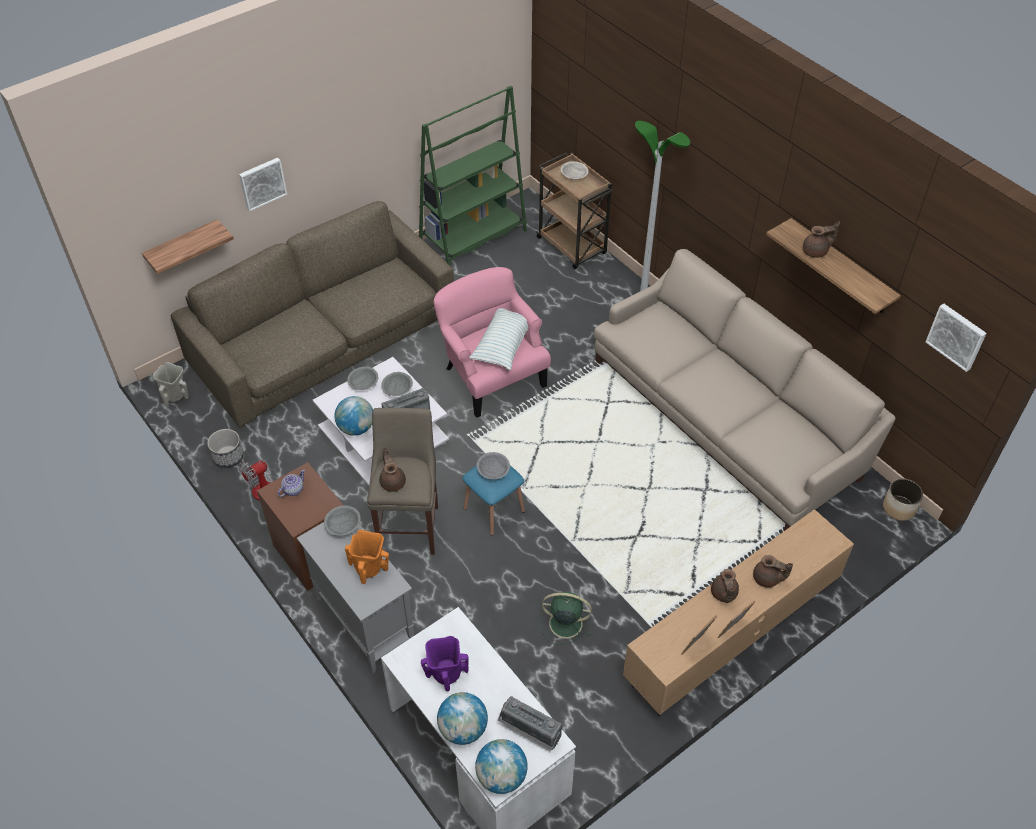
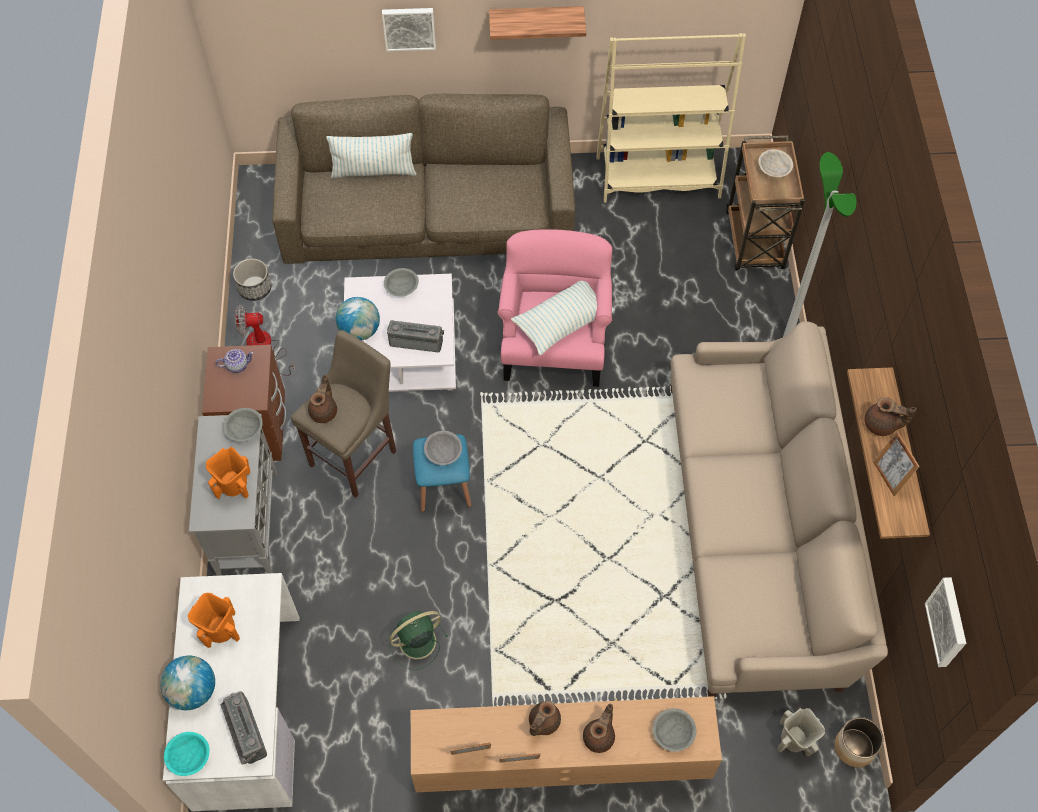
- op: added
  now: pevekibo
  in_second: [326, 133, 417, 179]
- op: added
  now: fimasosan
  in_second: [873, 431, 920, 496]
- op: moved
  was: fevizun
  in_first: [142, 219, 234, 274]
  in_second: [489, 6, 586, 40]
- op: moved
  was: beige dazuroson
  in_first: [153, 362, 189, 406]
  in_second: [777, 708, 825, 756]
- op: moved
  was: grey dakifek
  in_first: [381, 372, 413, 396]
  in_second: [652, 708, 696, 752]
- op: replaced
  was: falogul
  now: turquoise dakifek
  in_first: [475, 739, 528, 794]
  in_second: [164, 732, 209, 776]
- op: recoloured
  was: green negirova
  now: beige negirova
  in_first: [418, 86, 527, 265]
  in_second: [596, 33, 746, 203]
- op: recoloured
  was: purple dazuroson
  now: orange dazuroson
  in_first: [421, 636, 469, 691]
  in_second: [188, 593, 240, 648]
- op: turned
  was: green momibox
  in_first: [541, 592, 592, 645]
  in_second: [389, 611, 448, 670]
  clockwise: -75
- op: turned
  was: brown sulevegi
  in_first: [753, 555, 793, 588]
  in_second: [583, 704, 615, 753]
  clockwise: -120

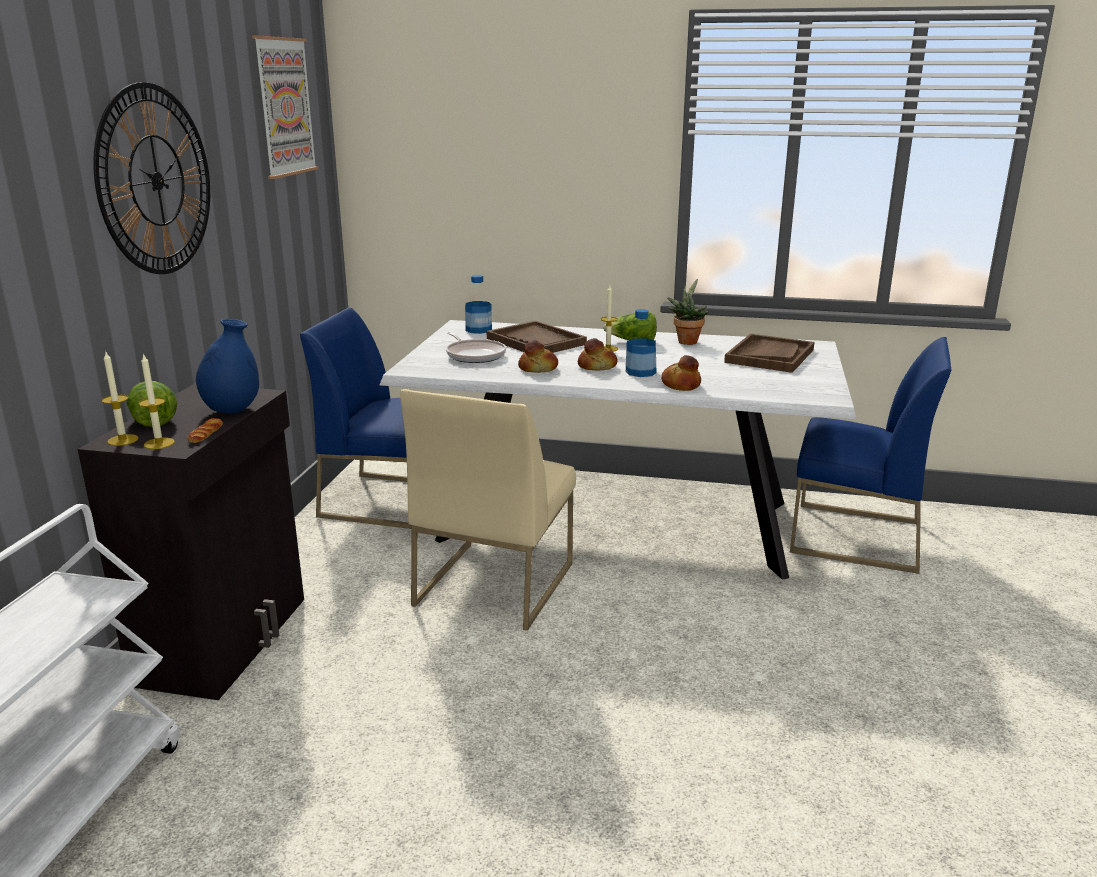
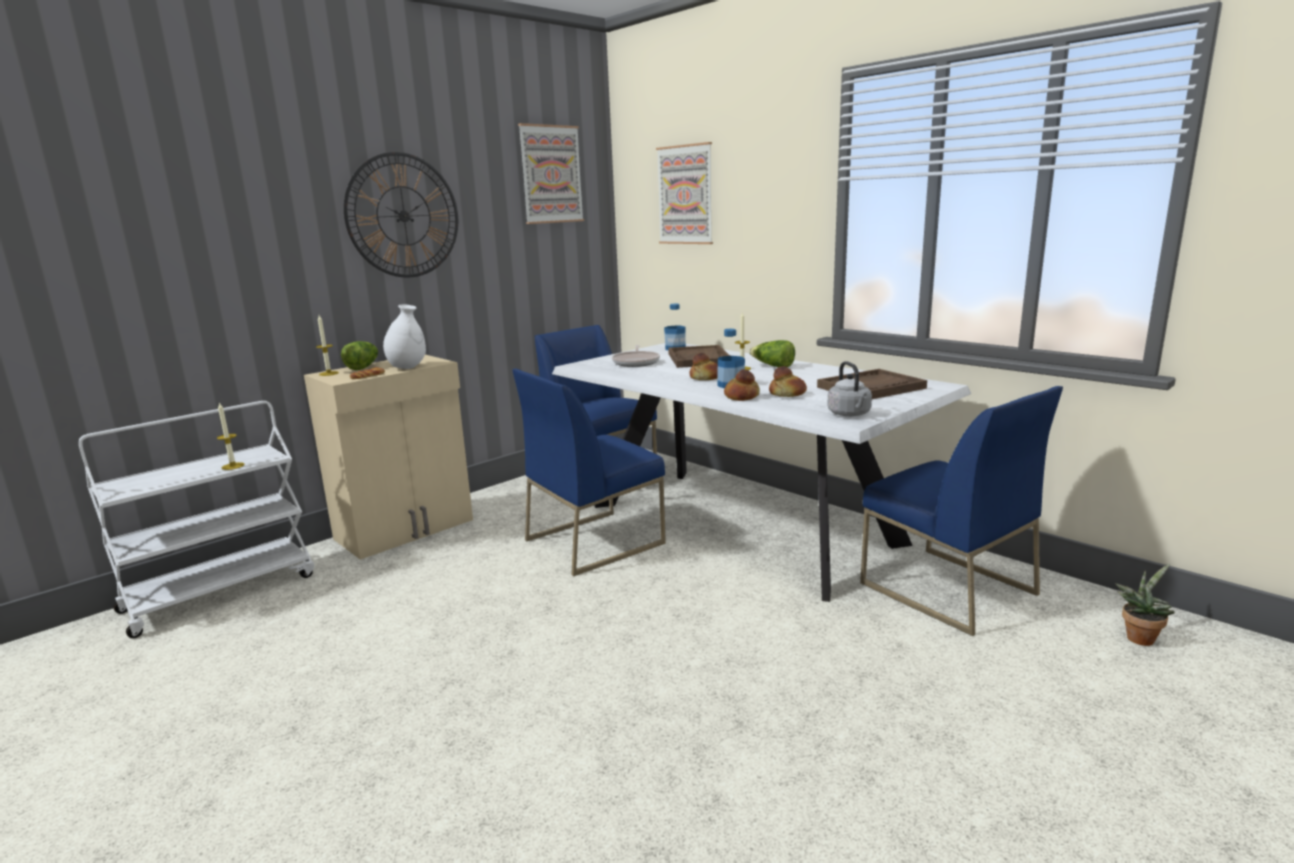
- op: added
  now: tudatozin
  in_second: [656, 142, 713, 244]
- op: added
  now: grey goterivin
  in_second: [827, 361, 872, 417]
- op: moved
  was: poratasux
  in_first: [139, 353, 175, 449]
  in_second: [217, 402, 245, 470]
- op: moved
  was: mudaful
  in_first: [518, 340, 558, 373]
  in_second: [769, 366, 807, 397]
- op: moved
  was: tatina
  in_first: [667, 279, 709, 345]
  in_second: [1115, 564, 1175, 646]
- op: recoloured
  was: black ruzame
  now: beige ruzame
  in_first: [78, 384, 304, 700]
  in_second: [304, 355, 473, 560]
- op: recoloured
  was: blue dazuroson
  now: white dazuroson
  in_first: [196, 319, 259, 413]
  in_second: [383, 304, 426, 369]
- op: recoloured
  was: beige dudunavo
  now: blue dudunavo
  in_first: [400, 389, 576, 631]
  in_second: [512, 369, 666, 576]

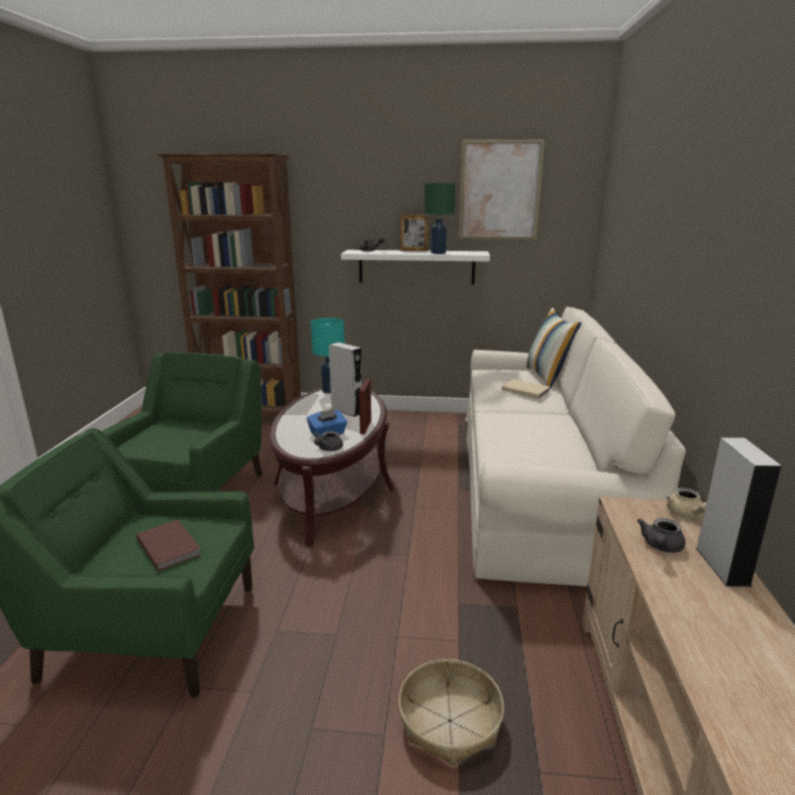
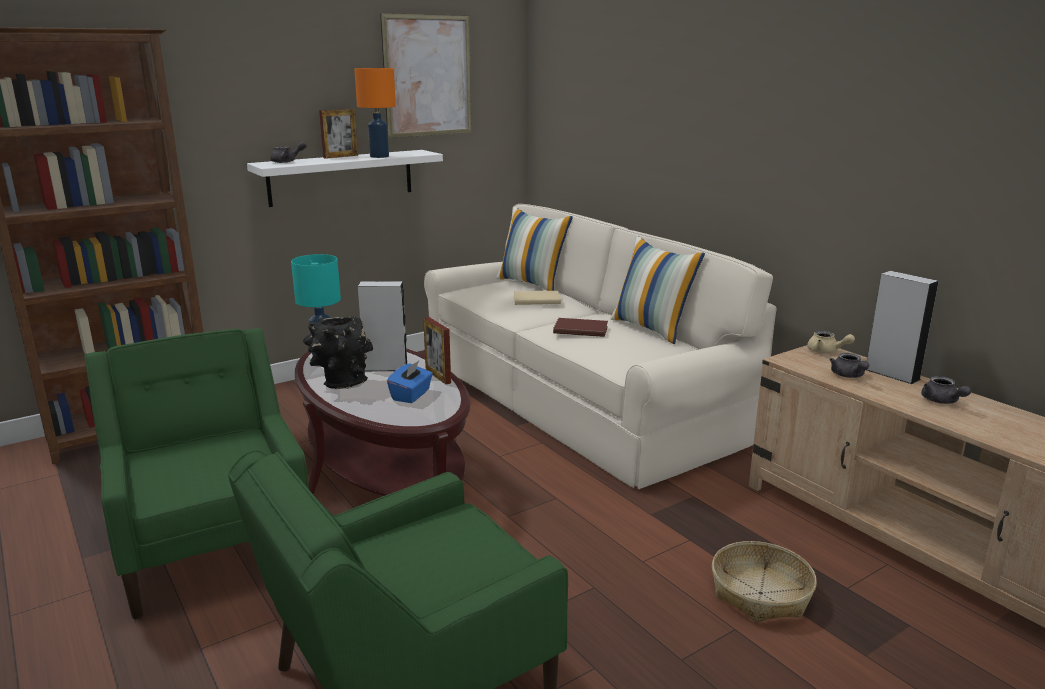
- op: added
  now: black dazuroson
  in_second: [303, 317, 373, 389]
- op: added
  now: pevekibo
  in_second: [611, 236, 705, 344]
- op: moved
  was: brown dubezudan
  in_first: [136, 520, 202, 571]
  in_second: [553, 318, 608, 337]
- op: moved
  was: grey sulevegi
  in_first: [313, 431, 343, 451]
  in_second: [921, 376, 971, 404]
- op: recoloured
  was: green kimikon
  now: orange kimikon
  in_first: [424, 183, 455, 254]
  in_second: [354, 68, 396, 158]

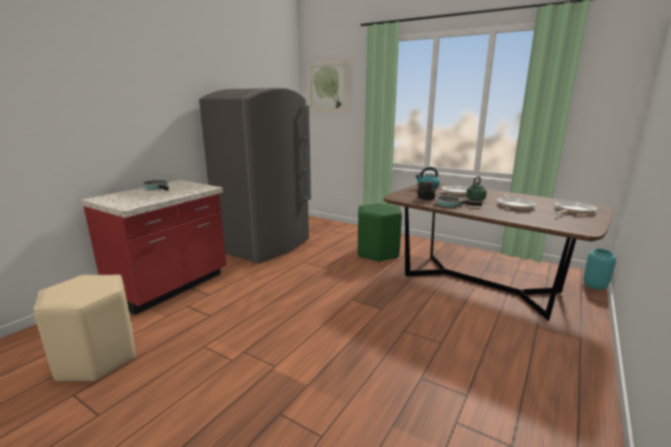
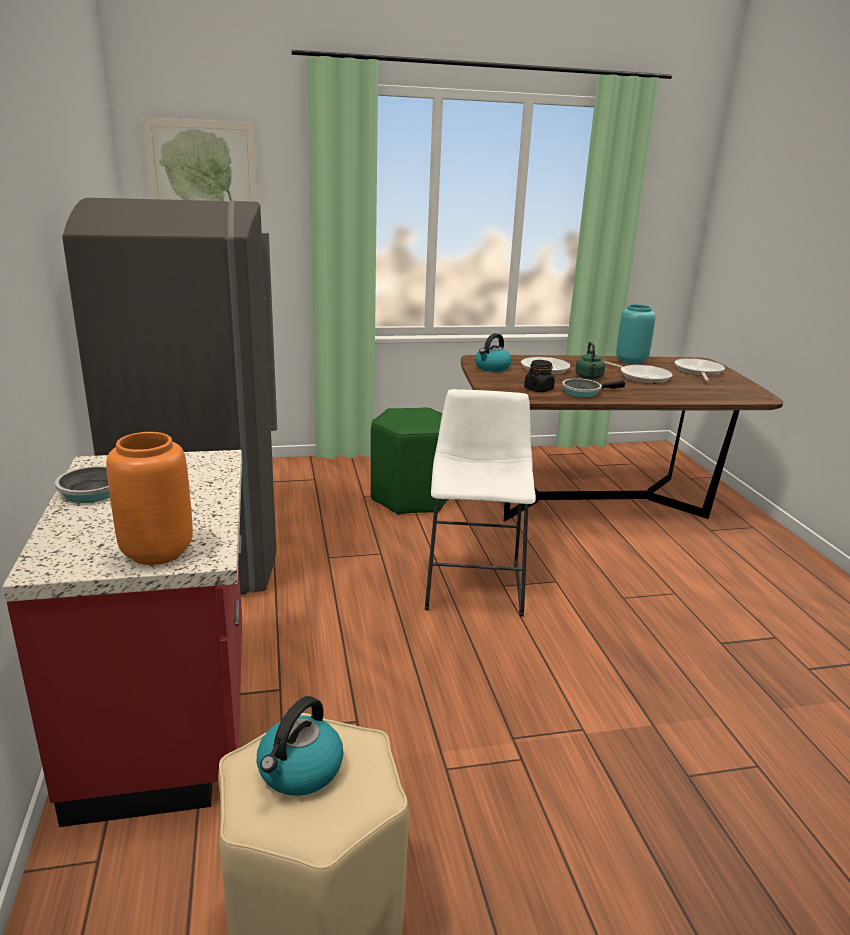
- op: added
  now: orange dazuroson
  in_second: [106, 432, 193, 565]
- op: added
  now: goterivin
  in_second: [257, 696, 343, 796]
- op: added
  now: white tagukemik
  in_second: [425, 389, 536, 617]
- op: moved
  was: turquoise dazuroson
  in_first: [583, 248, 616, 290]
  in_second: [616, 304, 655, 364]

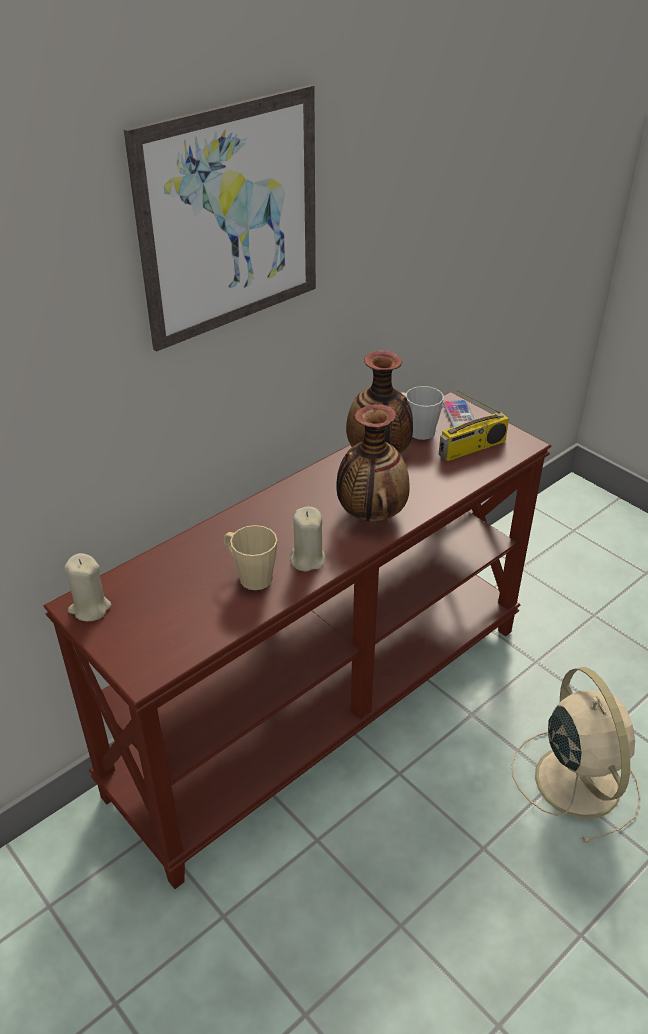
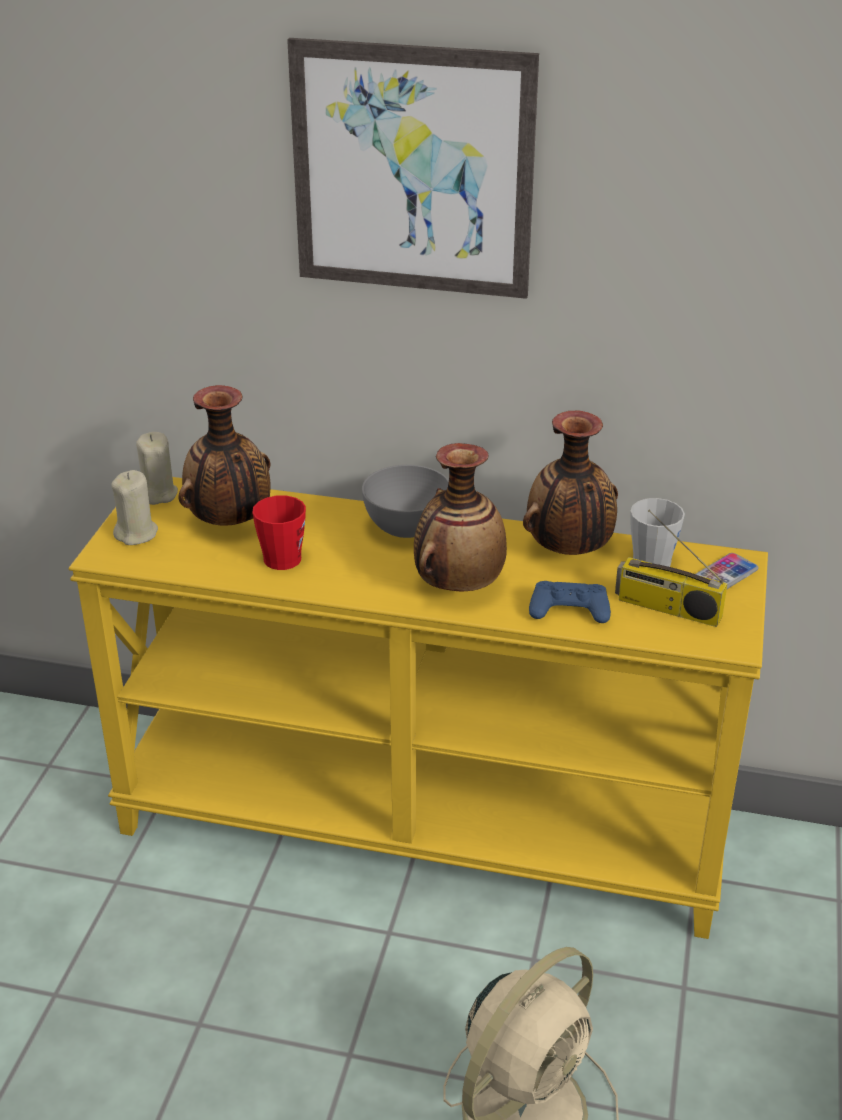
- op: added
  now: dazuroson
  in_second: [178, 385, 270, 526]
- op: added
  now: grey dakifek
  in_second: [362, 465, 449, 538]
- op: added
  now: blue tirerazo
  in_second: [529, 581, 611, 623]
- op: moved
  was: beige poratasux
  in_first: [290, 507, 325, 571]
  in_second: [111, 470, 158, 545]
- op: recoloured
  was: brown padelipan
  now: yellow padelipan
  in_first: [43, 392, 551, 889]
  in_second: [69, 477, 768, 939]
- op: recoloured
  was: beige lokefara
  now: red lokefara
  in_first: [223, 525, 277, 590]
  in_second: [252, 496, 306, 570]

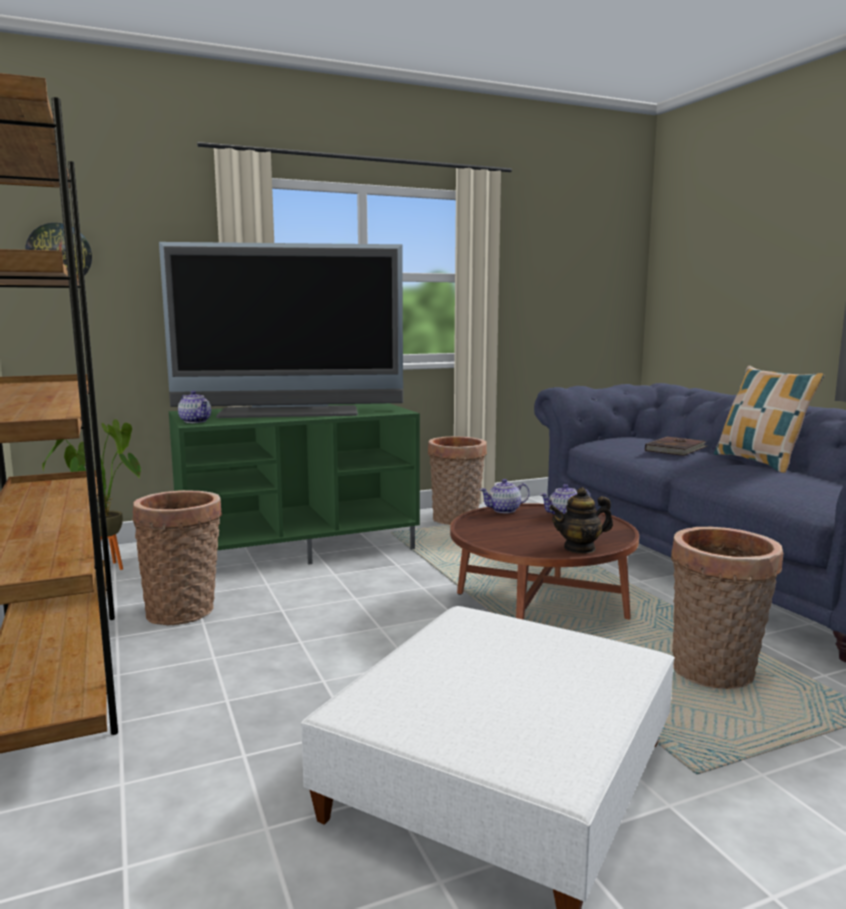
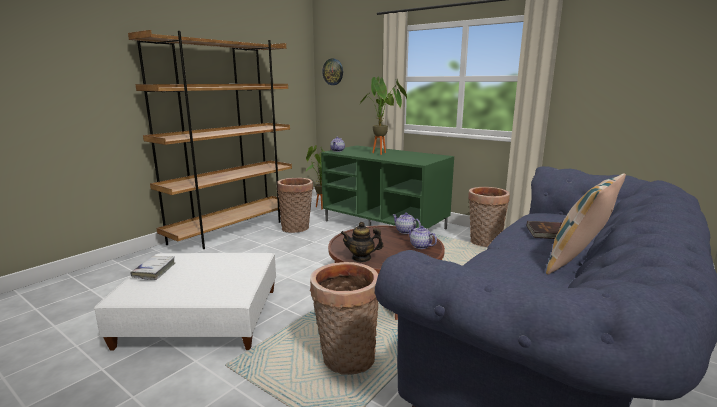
- op: added
  now: white dubezudan
  in_second: [131, 256, 175, 280]
- op: replaced
  was: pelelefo
  now: tatina
  in_first: [159, 242, 403, 418]
  in_second: [360, 77, 407, 155]
- op: turned
  was: sulevegi
  in_first: [549, 487, 613, 554]
  in_second: [341, 222, 383, 262]
  clockwise: -45

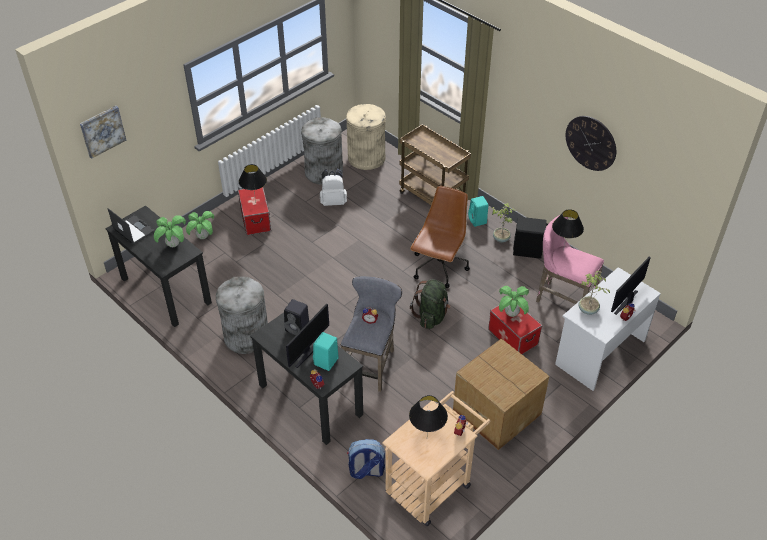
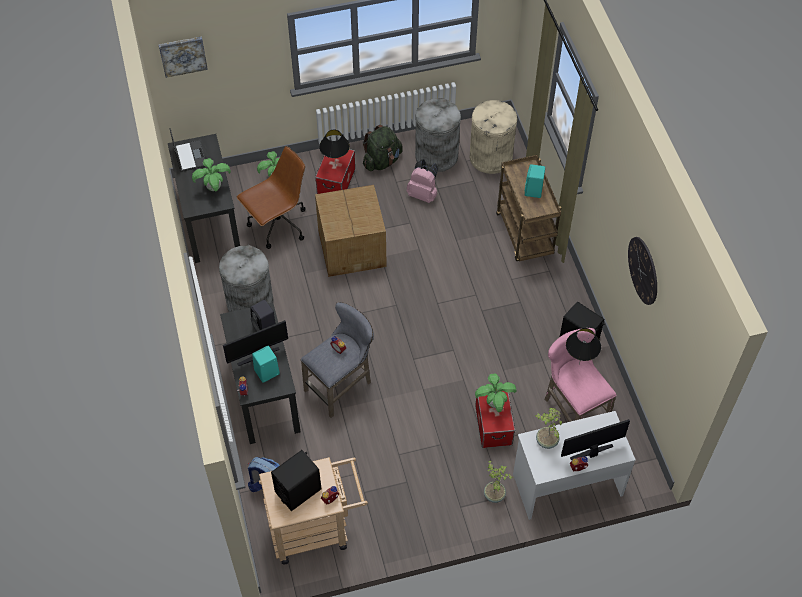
- op: moved
  was: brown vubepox
  in_first: [410, 186, 470, 288]
  in_second: [237, 146, 305, 249]
- op: moved
  was: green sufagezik
  in_first: [410, 279, 451, 329]
  in_second: [363, 125, 403, 171]
- op: moved
  was: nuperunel
  in_first: [453, 339, 549, 450]
  in_second: [315, 185, 387, 277]
- op: moved
  was: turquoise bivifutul
  in_first: [468, 196, 489, 227]
  in_second: [524, 164, 545, 198]
- op: moved
  was: tatina
  in_first: [491, 203, 516, 243]
  in_second: [484, 461, 513, 503]
- op: replaced
  was: black kimikon
  now: black bivifutul
  in_first: [409, 395, 448, 434]
  in_second: [271, 450, 322, 511]
- op: recoloured
  was: white sufagezik
  now: pink sufagezik
  in_first: [320, 168, 347, 206]
  in_second: [407, 159, 438, 203]

